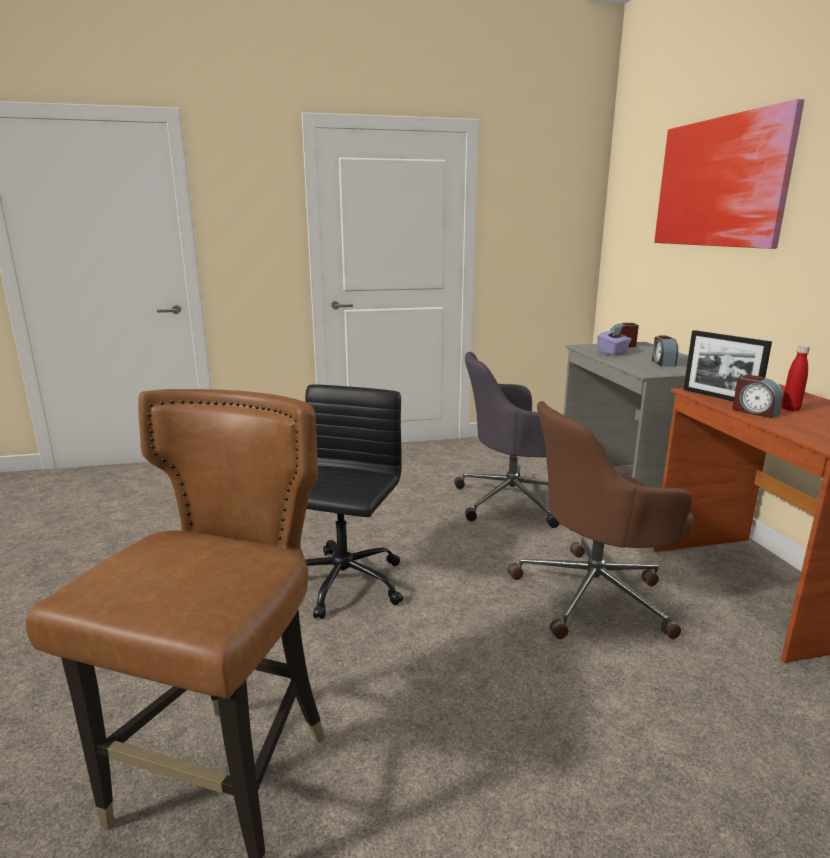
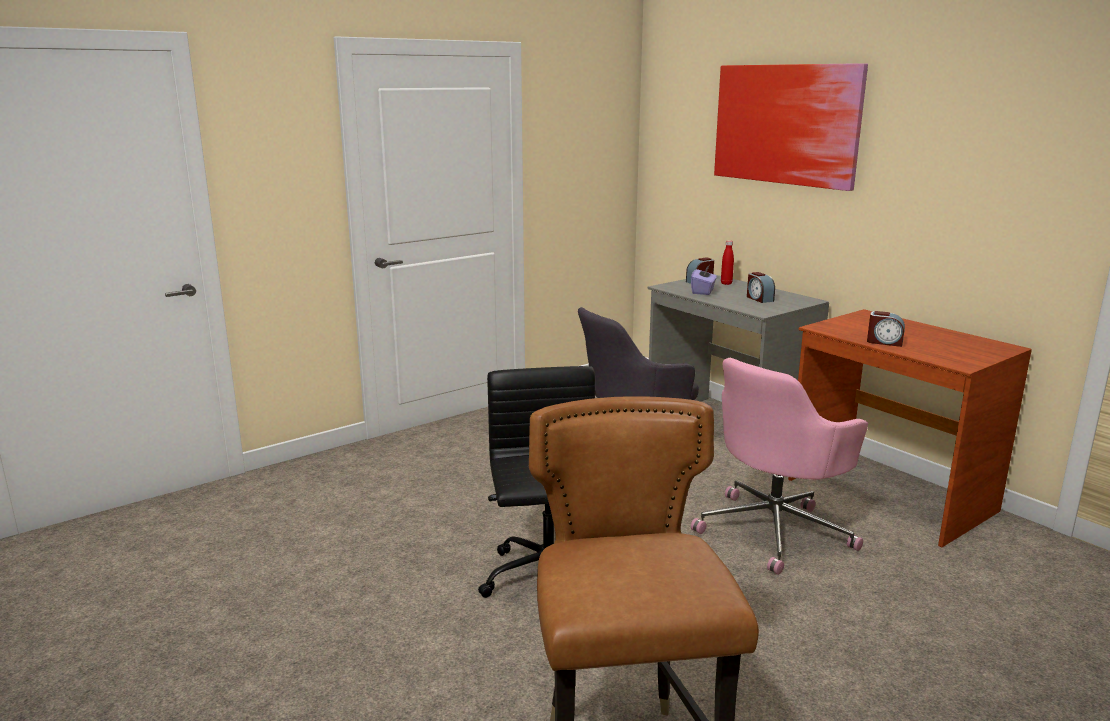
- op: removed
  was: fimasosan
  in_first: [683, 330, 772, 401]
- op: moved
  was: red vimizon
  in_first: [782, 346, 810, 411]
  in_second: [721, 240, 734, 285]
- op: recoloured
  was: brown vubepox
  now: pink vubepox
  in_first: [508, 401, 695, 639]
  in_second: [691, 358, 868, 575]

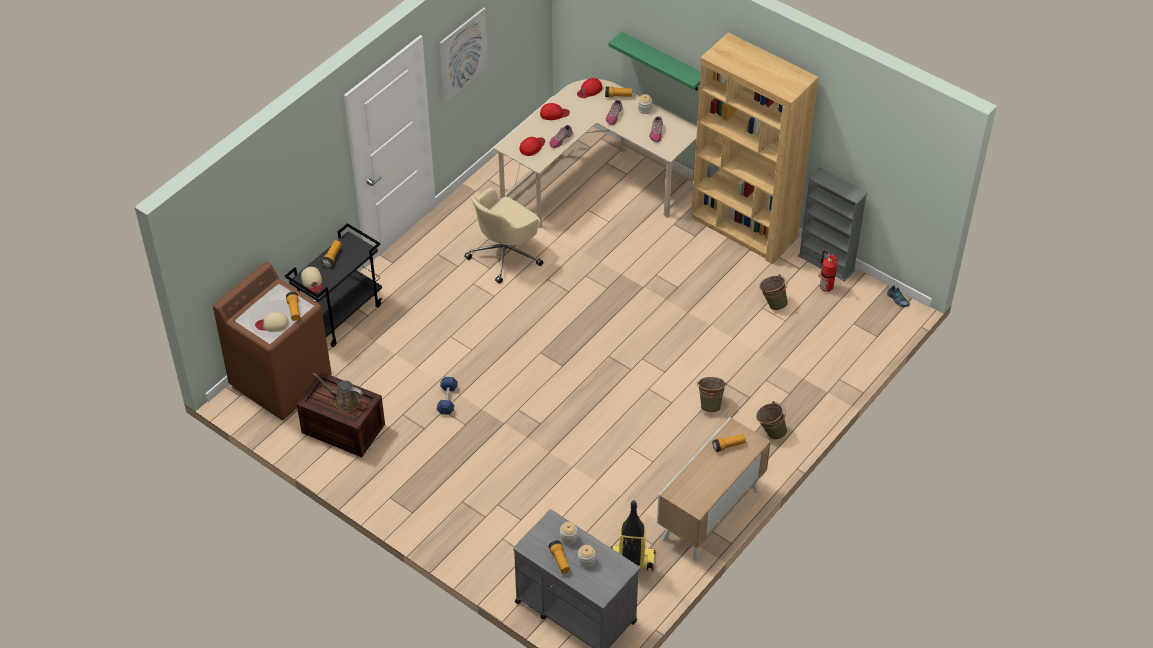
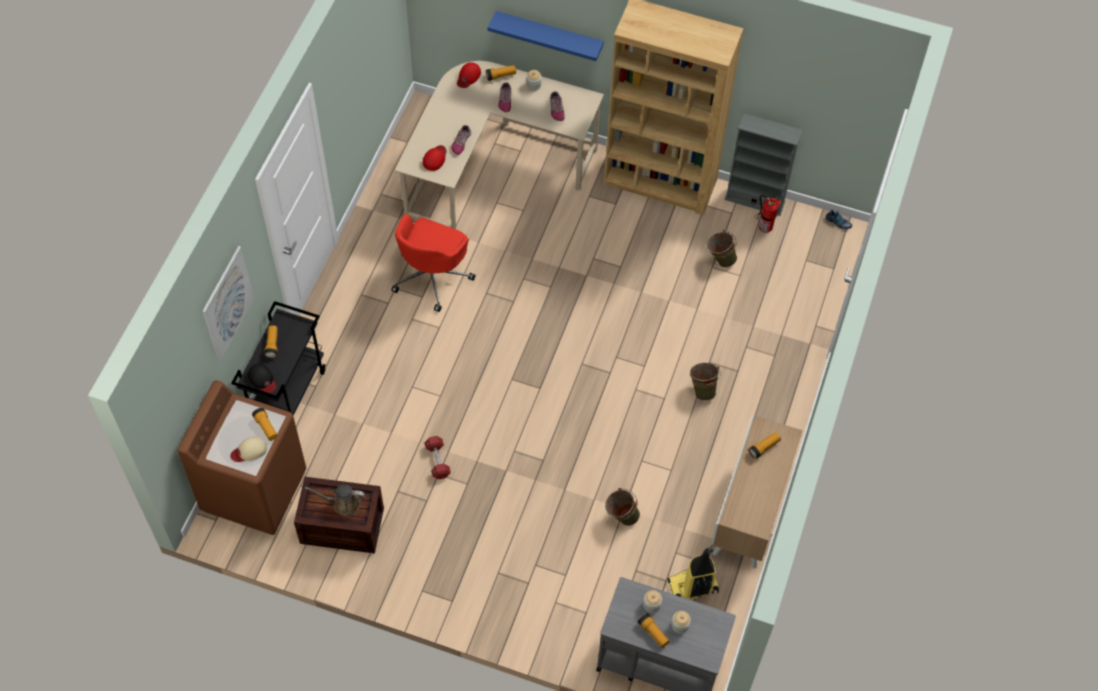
- op: removed
  was: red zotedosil
  in_first: [540, 103, 570, 120]
- op: moved
  was: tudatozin
  in_first: [440, 8, 488, 103]
  in_second: [202, 246, 254, 361]
- op: moved
  was: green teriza
  in_first: [756, 401, 787, 440]
  in_second: [605, 488, 640, 526]
- op: recoloured
  was: beige zotedosil
  now: black zotedosil
  in_first: [301, 267, 322, 293]
  in_second: [248, 364, 276, 393]
- op: recoloured
  was: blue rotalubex
  now: red rotalubex
  in_first: [437, 377, 458, 415]
  in_second: [425, 436, 451, 479]
- op: recoloured
  was: beige vubepox
  now: red vubepox
  in_first: [464, 187, 543, 284]
  in_second: [391, 214, 476, 312]
- op: recoloured
  was: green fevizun
  now: blue fevizun
  in_first: [608, 32, 701, 91]
  in_second: [487, 11, 604, 61]

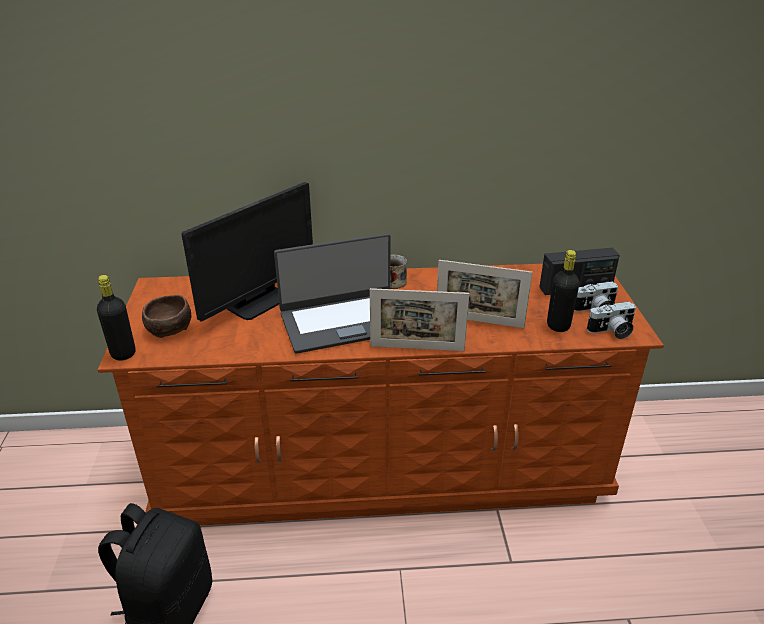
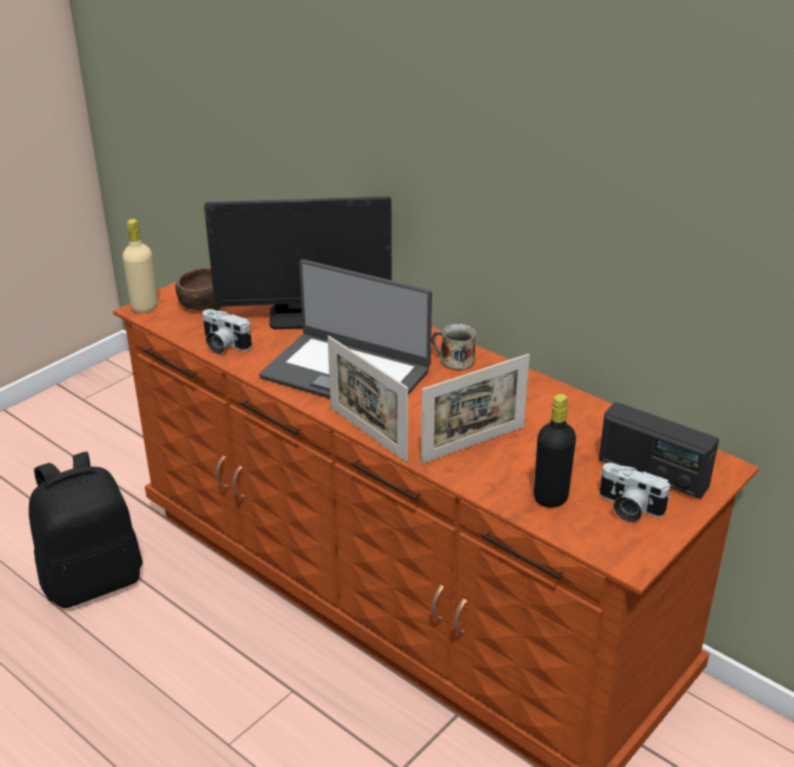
- op: moved
  was: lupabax
  in_first: [587, 302, 636, 339]
  in_second: [203, 309, 252, 354]
- op: recoloured
  was: black vimizon
  now: beige vimizon
  in_first: [97, 275, 135, 361]
  in_second: [122, 219, 158, 313]
- op: turned
  was: fimasosan
  in_first: [437, 260, 532, 328]
  in_second: [421, 354, 530, 464]
  clockwise: -90

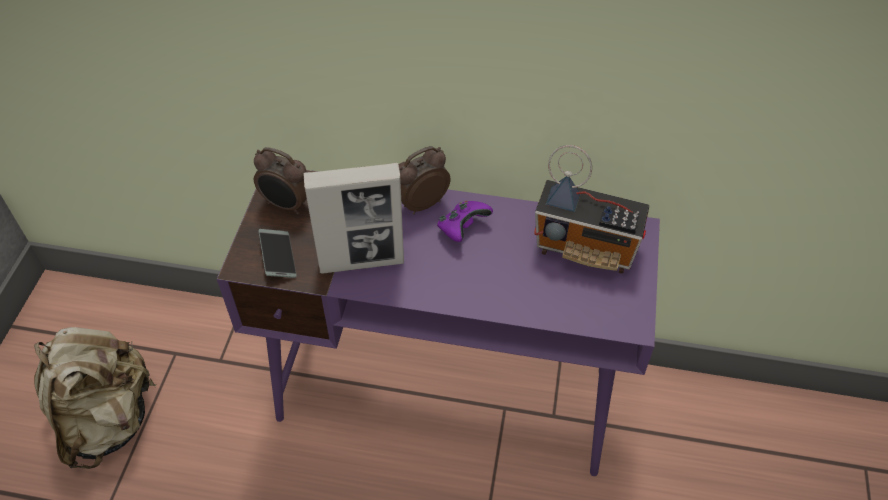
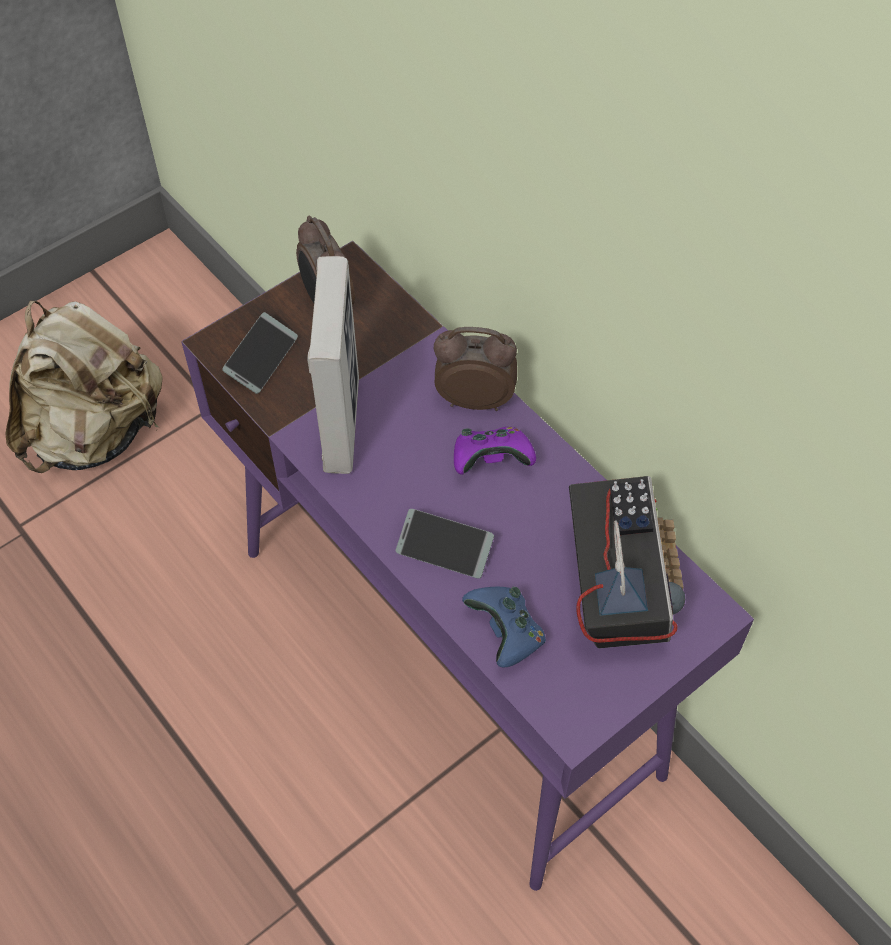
- op: added
  now: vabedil
  in_second: [395, 509, 494, 579]
- op: added
  now: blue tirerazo
  in_second: [462, 587, 546, 667]
- op: turned
  was: fimasosan
  in_first: [303, 163, 404, 274]
  in_second: [308, 256, 359, 474]
  clockwise: -120
- op: turned
  was: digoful
  in_first: [534, 145, 649, 274]
  in_second: [569, 476, 685, 648]
  clockwise: -150

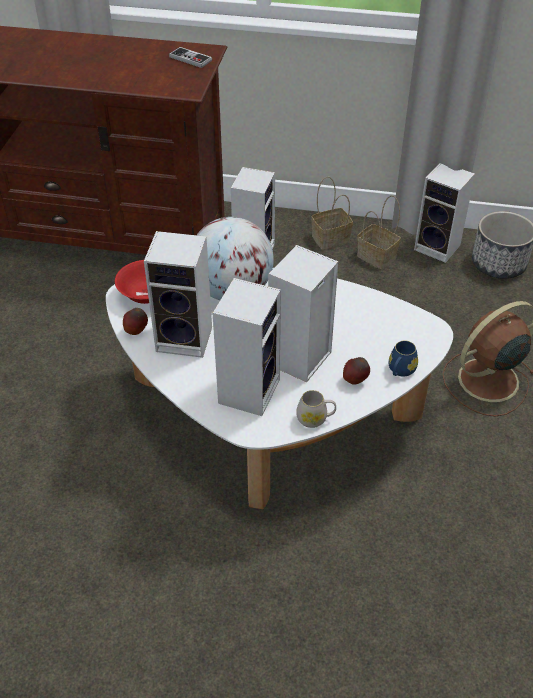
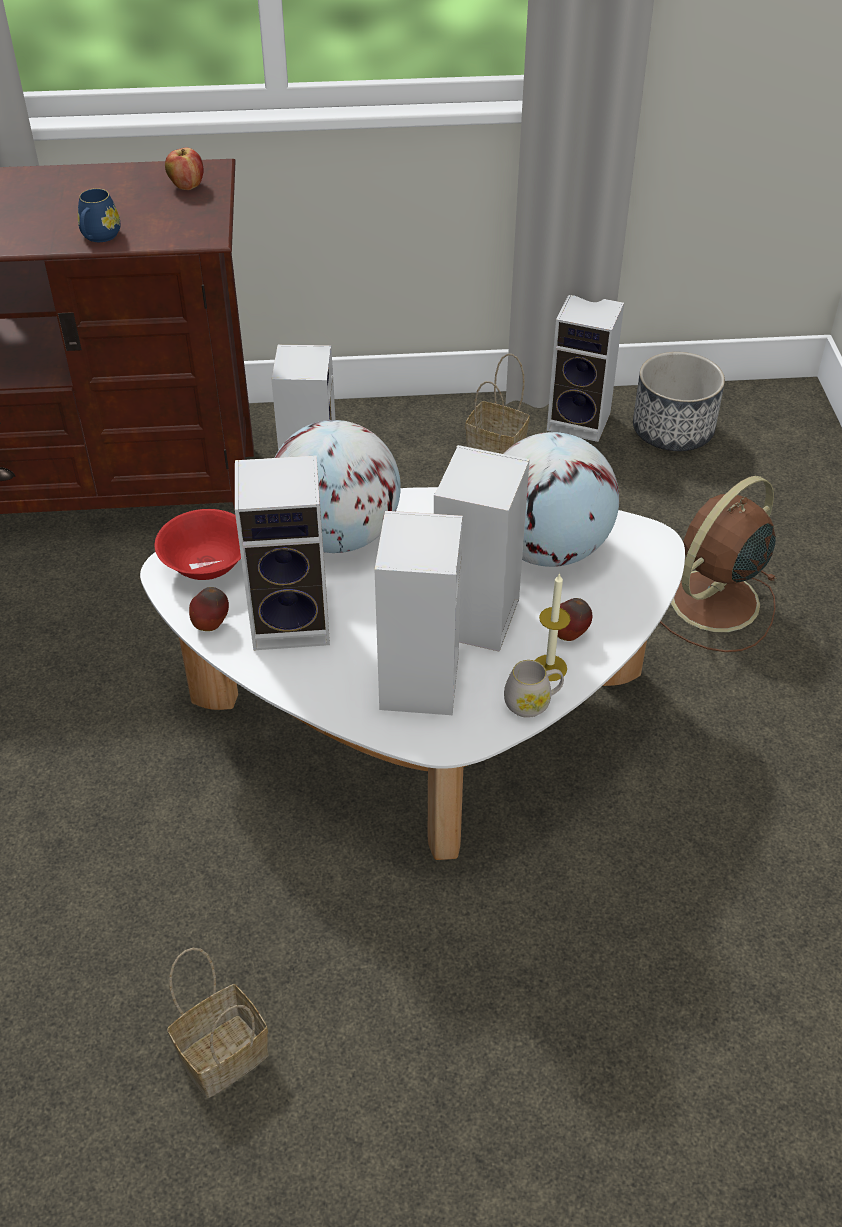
- op: added
  now: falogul
  in_second: [504, 432, 619, 567]
- op: added
  now: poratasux
  in_second: [534, 573, 570, 681]
- op: moved
  was: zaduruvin
  in_first: [311, 176, 353, 250]
  in_second: [167, 948, 269, 1098]
- op: moved
  was: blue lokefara
  in_first: [389, 341, 418, 377]
  in_second: [78, 188, 120, 242]
- op: replaced
  was: tirerazo
  now: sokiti
  in_first: [169, 47, 212, 68]
  in_second: [165, 148, 204, 190]

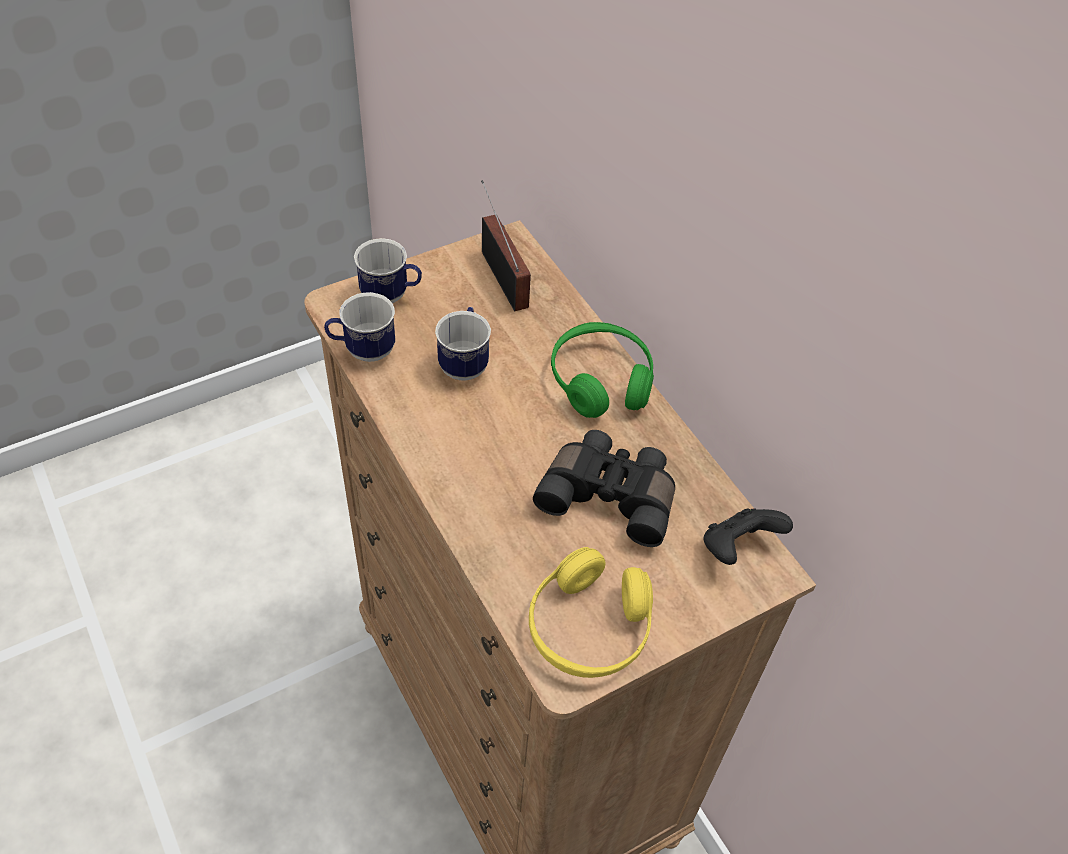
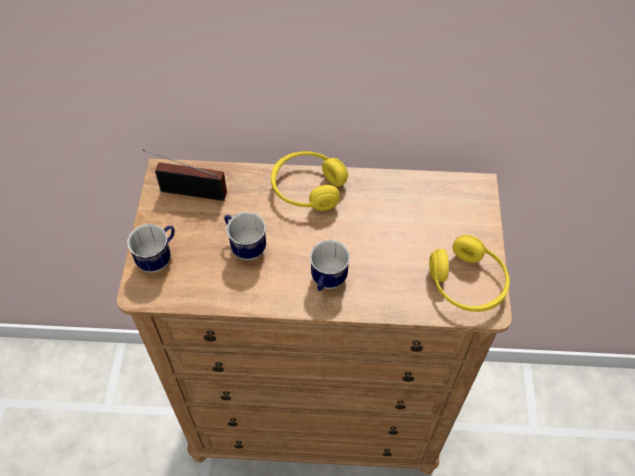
- op: removed
  was: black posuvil
  in_first: [533, 430, 675, 547]
- op: removed
  was: black tirerazo
  in_first: [703, 508, 793, 565]
- op: moved
  was: lokefara
  in_first: [324, 292, 395, 362]
  in_second: [310, 240, 350, 291]
- op: recoloured
  was: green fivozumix
  now: yellow fivozumix
  in_first: [551, 322, 654, 418]
  in_second: [271, 151, 348, 211]

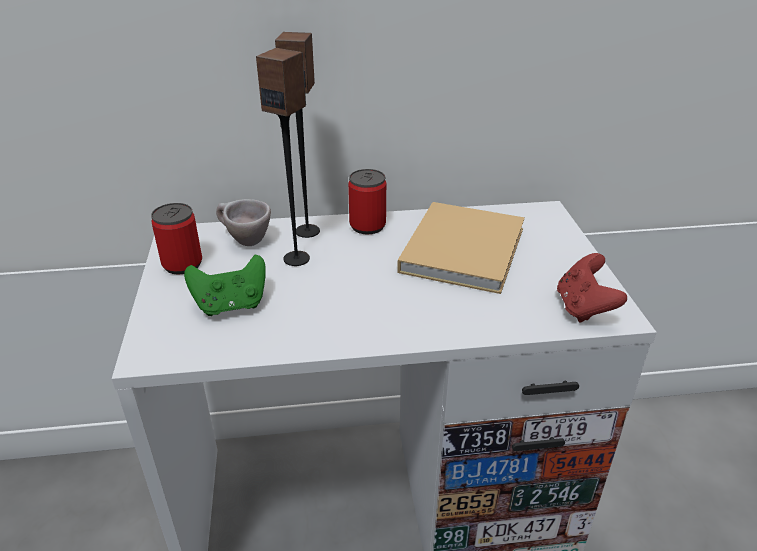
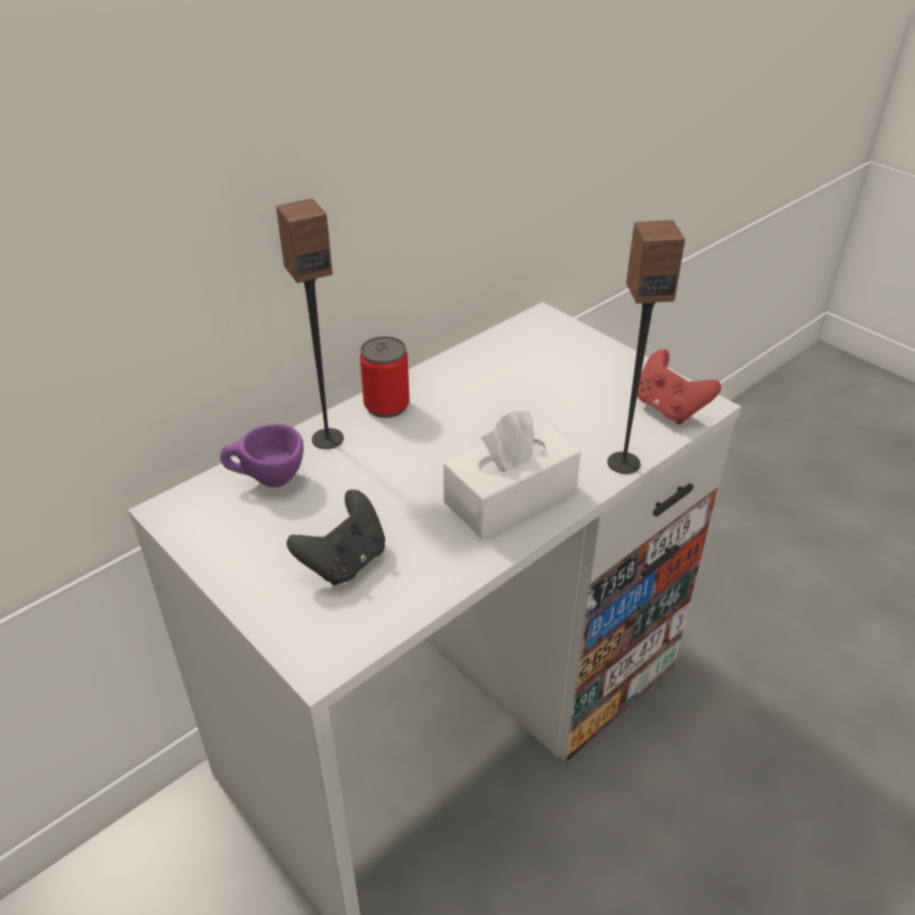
- op: removed
  was: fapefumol
  in_first: [151, 203, 202, 274]
- op: removed
  was: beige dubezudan
  in_first: [397, 202, 525, 294]
- op: added
  now: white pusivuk
  in_second: [443, 410, 581, 539]
- op: moved
  was: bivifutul
  in_first: [256, 48, 310, 266]
  in_second: [607, 220, 685, 474]
- op: recoloured
  was: green tirerazo
  now: black tirerazo
  in_first: [184, 255, 266, 316]
  in_second: [287, 490, 385, 585]
- op: recoloured
  was: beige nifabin
  now: purple nifabin
  in_first: [216, 199, 271, 246]
  in_second: [220, 424, 304, 487]

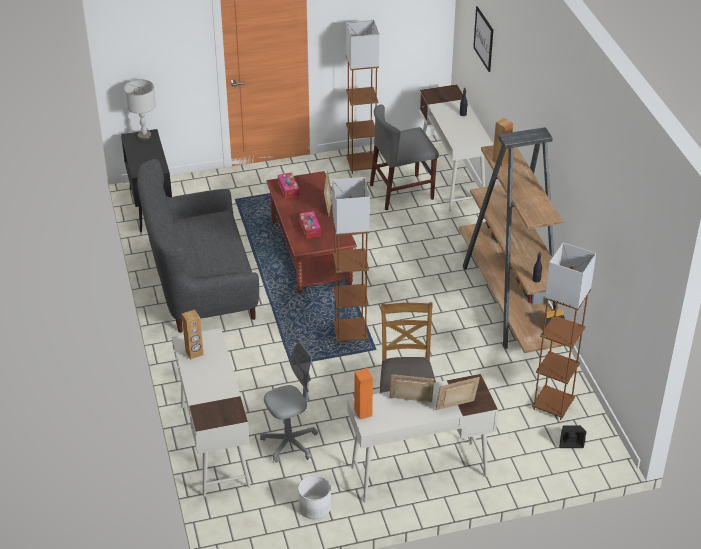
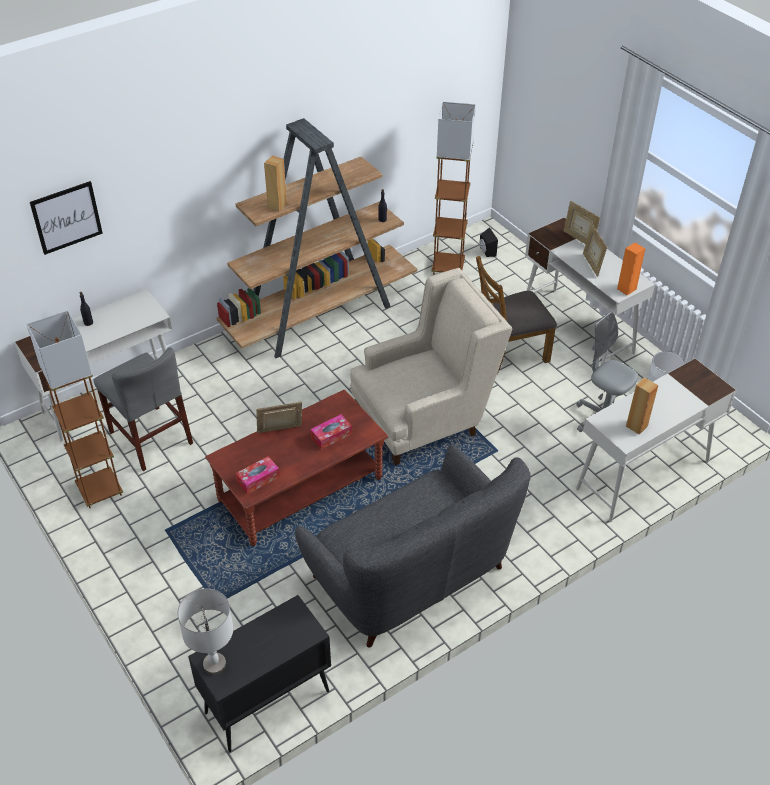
- op: replaced
  was: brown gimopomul
  now: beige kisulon
  in_first: [332, 177, 370, 344]
  in_second: [350, 268, 512, 466]

